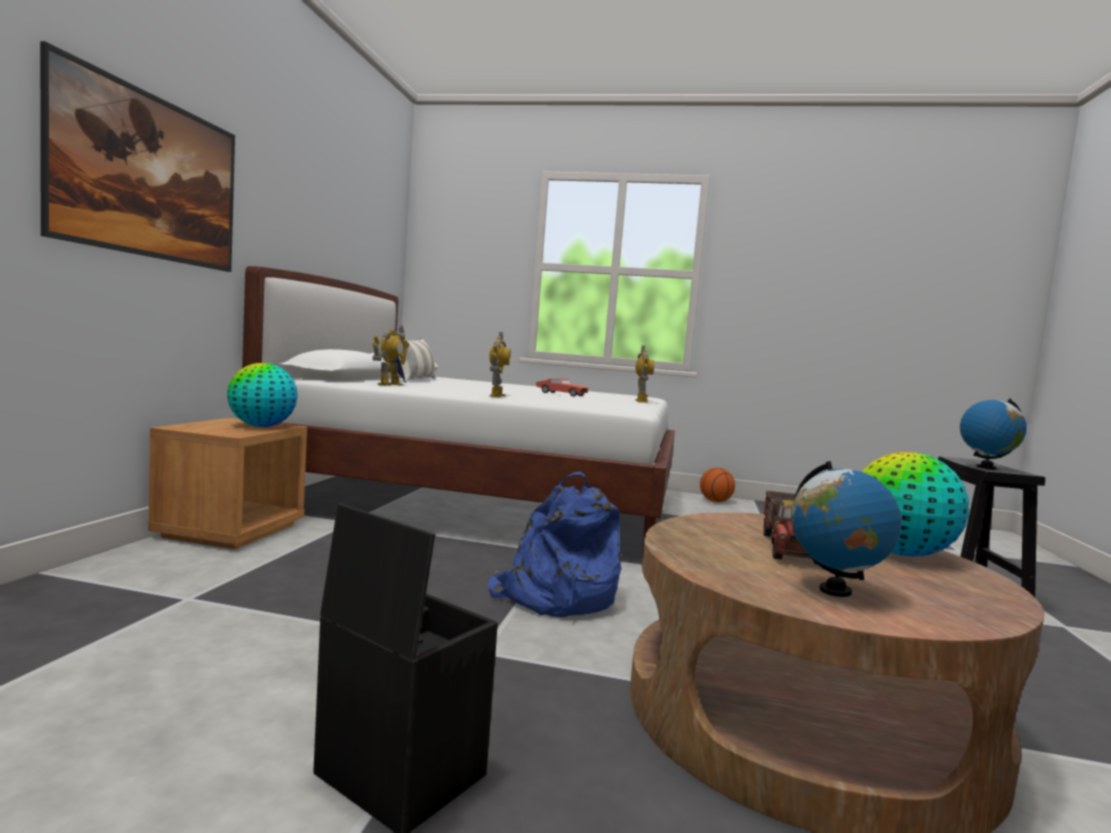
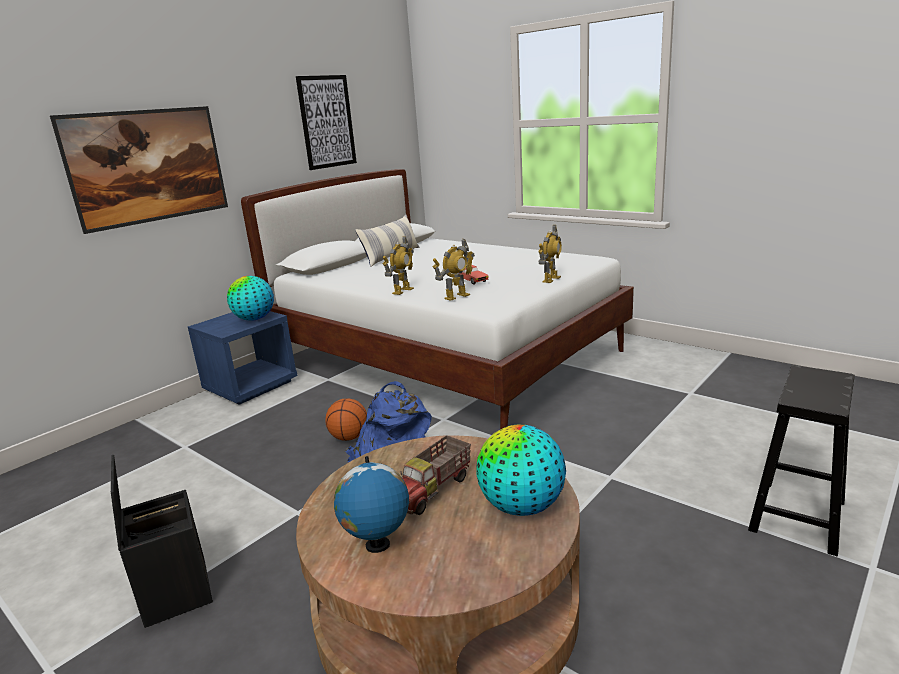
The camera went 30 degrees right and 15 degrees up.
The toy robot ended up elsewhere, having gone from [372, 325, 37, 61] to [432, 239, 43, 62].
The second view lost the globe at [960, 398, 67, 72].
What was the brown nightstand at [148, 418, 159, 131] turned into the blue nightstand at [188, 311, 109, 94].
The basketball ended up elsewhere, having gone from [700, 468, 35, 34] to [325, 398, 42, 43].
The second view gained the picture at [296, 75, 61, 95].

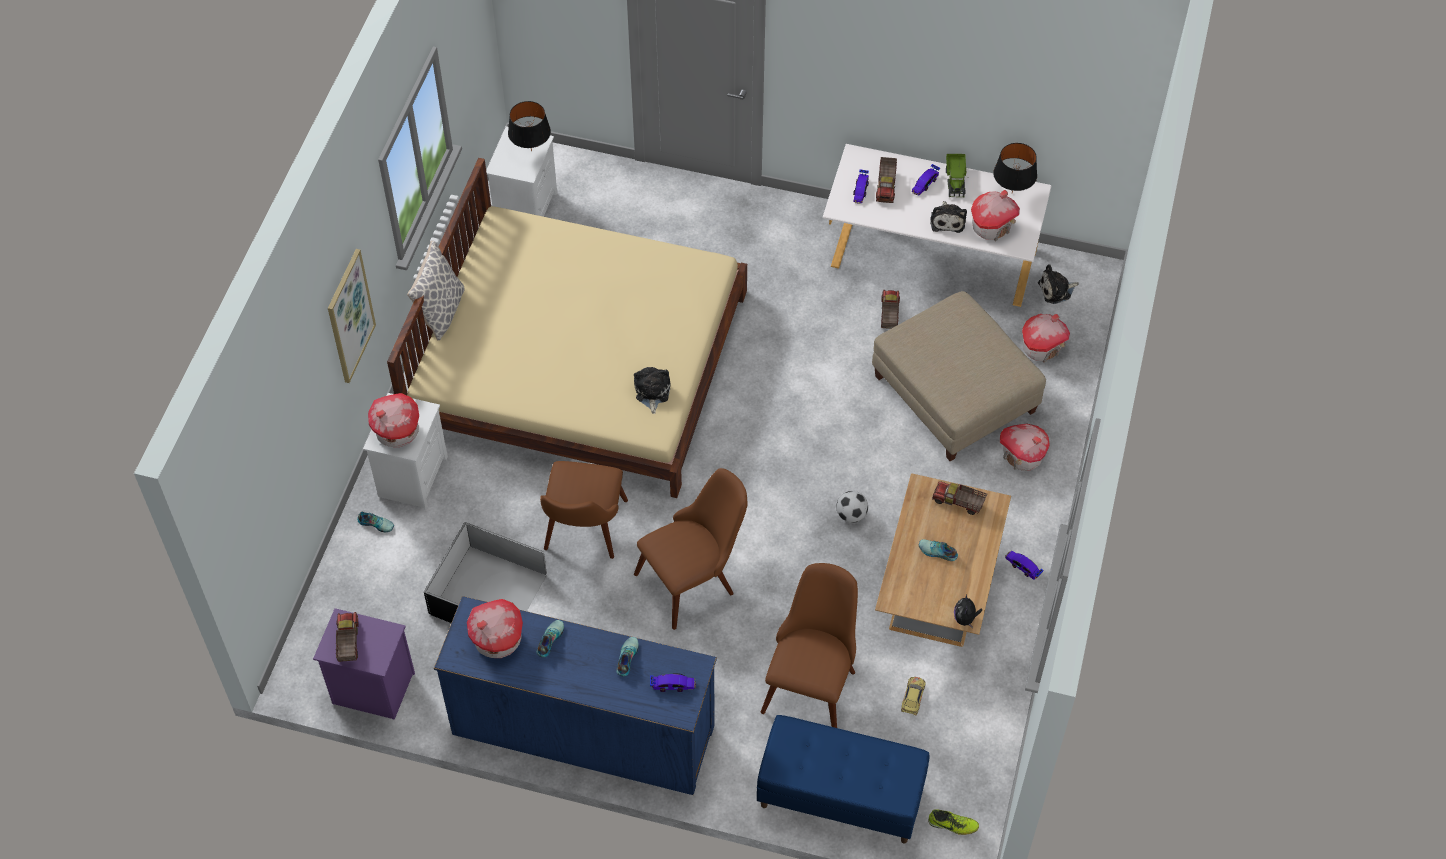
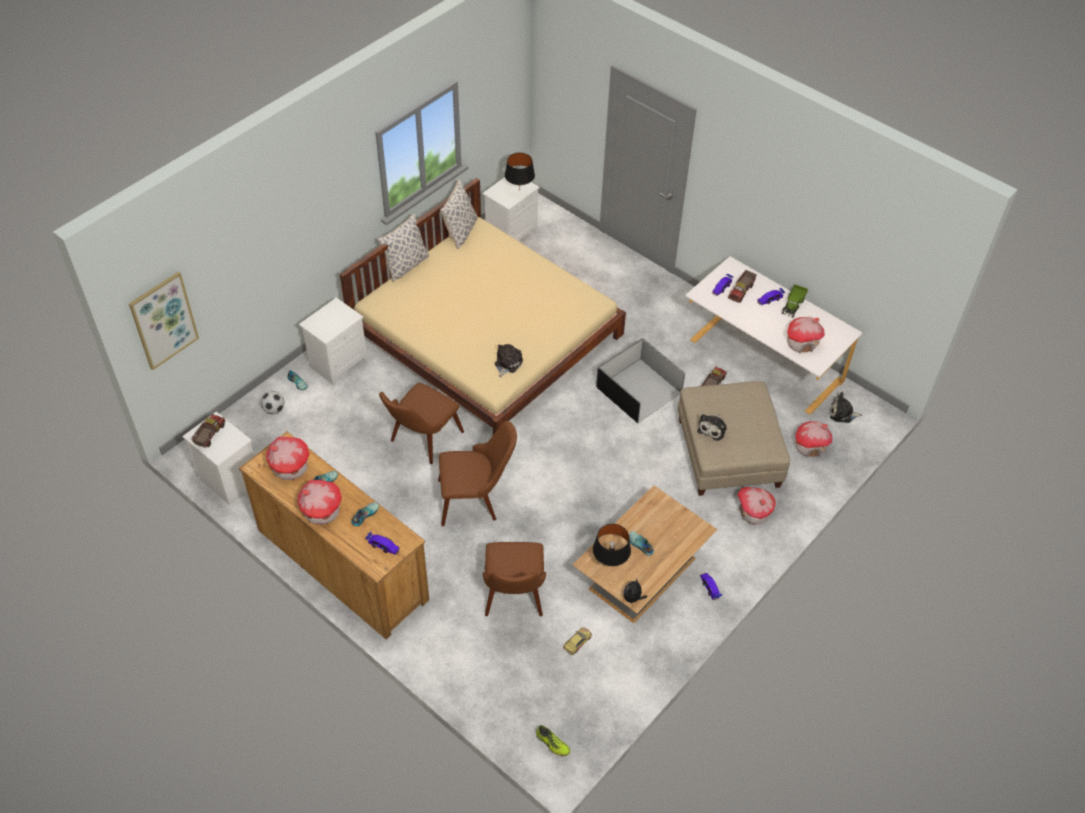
The camera went 25 degrees right and 5 degrees down.
The black table lamp ended up elsewhere, having gone from [993, 143, 44, 50] to [593, 524, 38, 42].
The plush toy ended up elsewhere, having gone from [930, 201, 37, 32] to [697, 414, 30, 27].
The picture ended up elsewhere, having gone from [328, 249, 48, 134] to [129, 272, 70, 98].
The toy house ended up elsewhere, having gone from [368, 393, 51, 54] to [298, 480, 44, 45].
The second view lost the toy truck at [932, 481, 55, 34].
The football ended up elsewhere, having gone from [836, 491, 32, 32] to [261, 391, 23, 23].
The black storage box ended up elsewhere, having gone from [424, 522, 123, 101] to [596, 338, 89, 85].
The brown chair at [761, 563, 97, 165] ended up facing another way, 135 degrees clockwise from before.
What was the blue dresser at [434, 596, 283, 199] turned into the brown dresser at [239, 432, 190, 207].
What was the purple nightstand at [313, 608, 102, 112] turned into the white nightstand at [182, 412, 72, 93].
The second view lost the blue bench at [757, 715, 173, 129].
The second view gained the pillow at [440, 180, 38, 69].

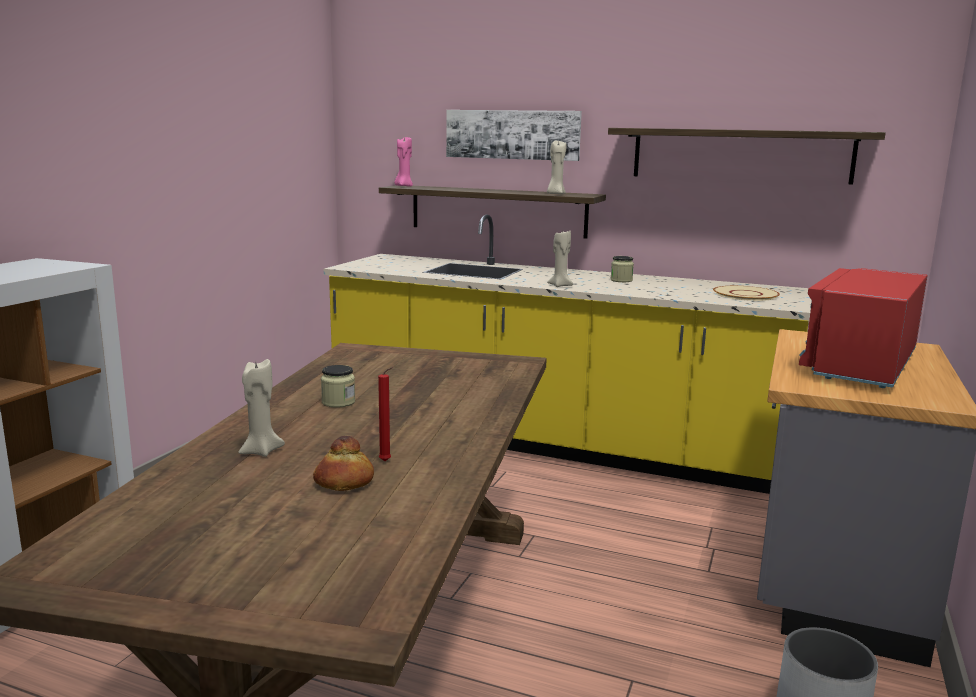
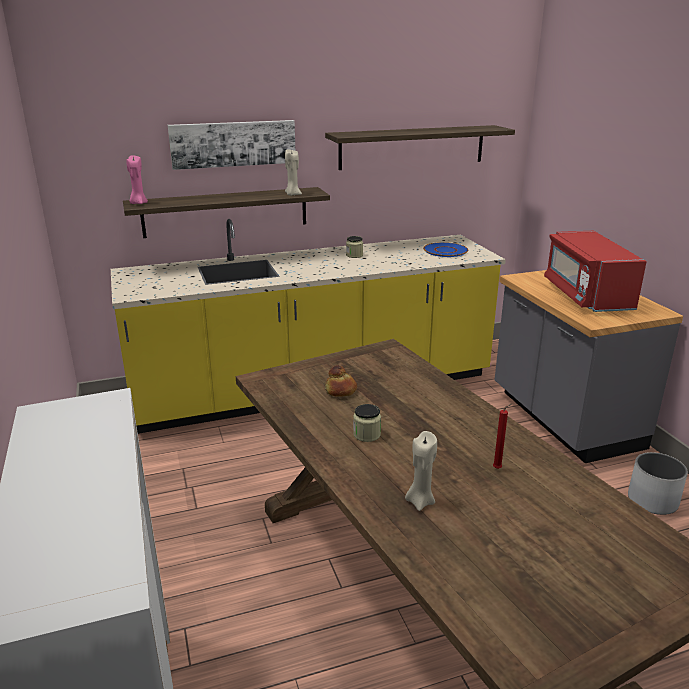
The camera went 40 degrees left and 10 degrees up.
The second view lost the beige candle at [547, 229, 26, 58].
What was the beige plate at [713, 286, 67, 15] turned into the blue plate at [423, 242, 45, 15].
The bread ended up elsewhere, having gone from [313, 436, 61, 55] to [325, 365, 32, 32].

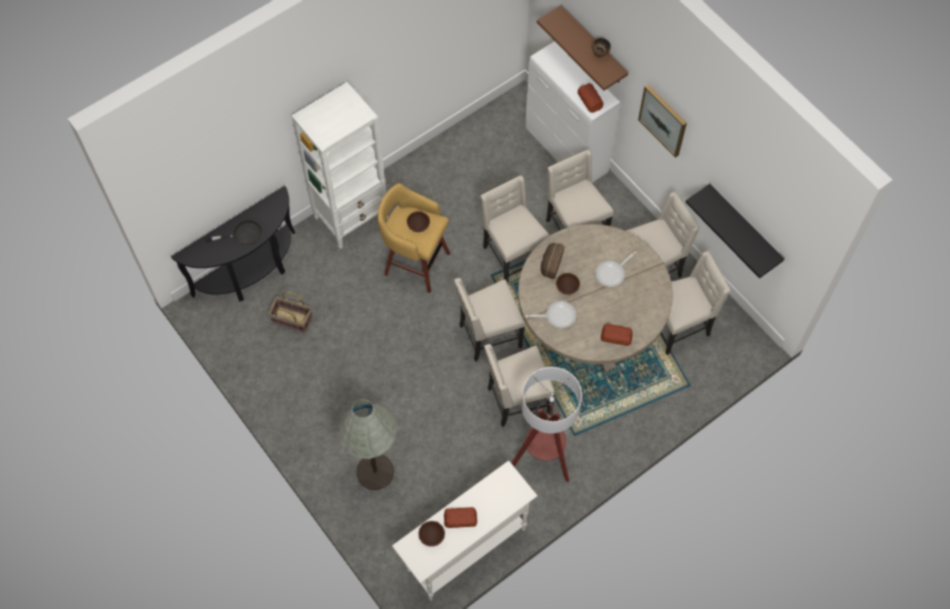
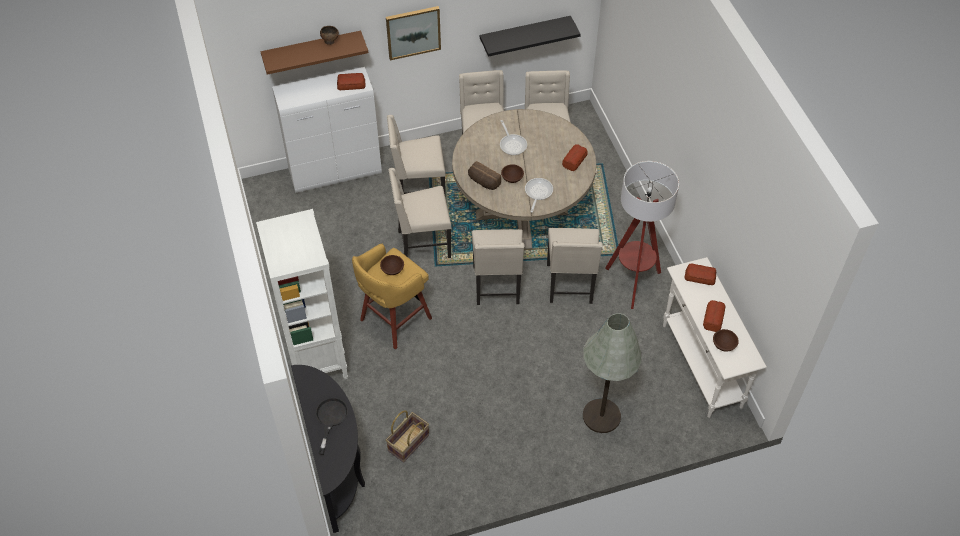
The camera went 70 degrees left and 10 degrees down.
The second view gained the bread at [684, 264, 32, 21].

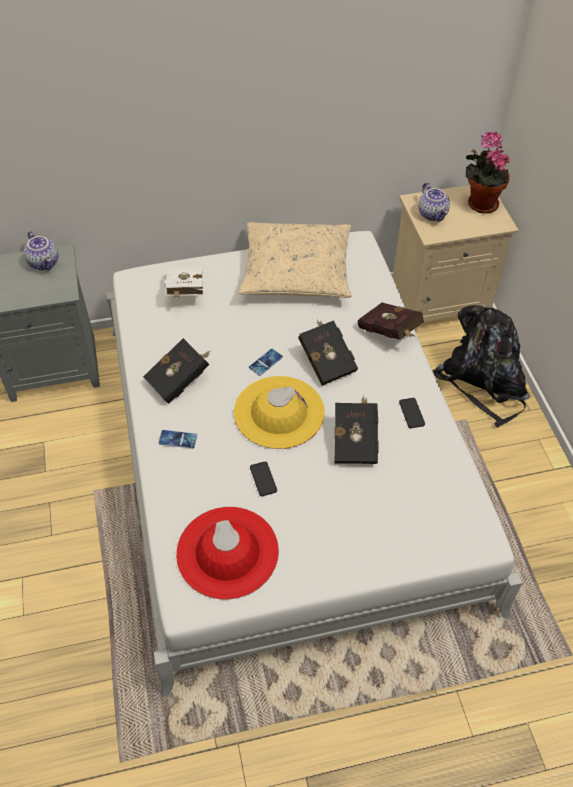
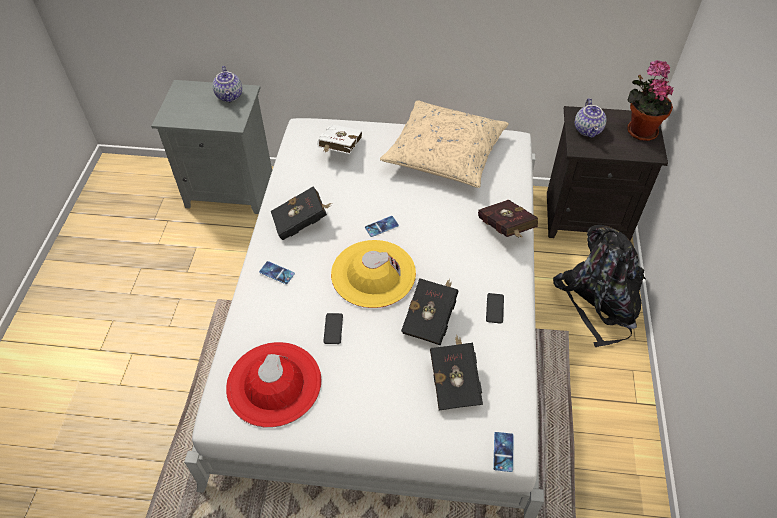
The camera went 20 degrees right and 0 degrees up.
What was the beige nightstand at [393, 185, 126, 147] turned into the black nightstand at [547, 106, 121, 135].
The black book ended up elsewhere, having gone from [298, 319, 60, 67] to [430, 336, 53, 74].
The second view gained the phone at [493, 432, 21, 40].

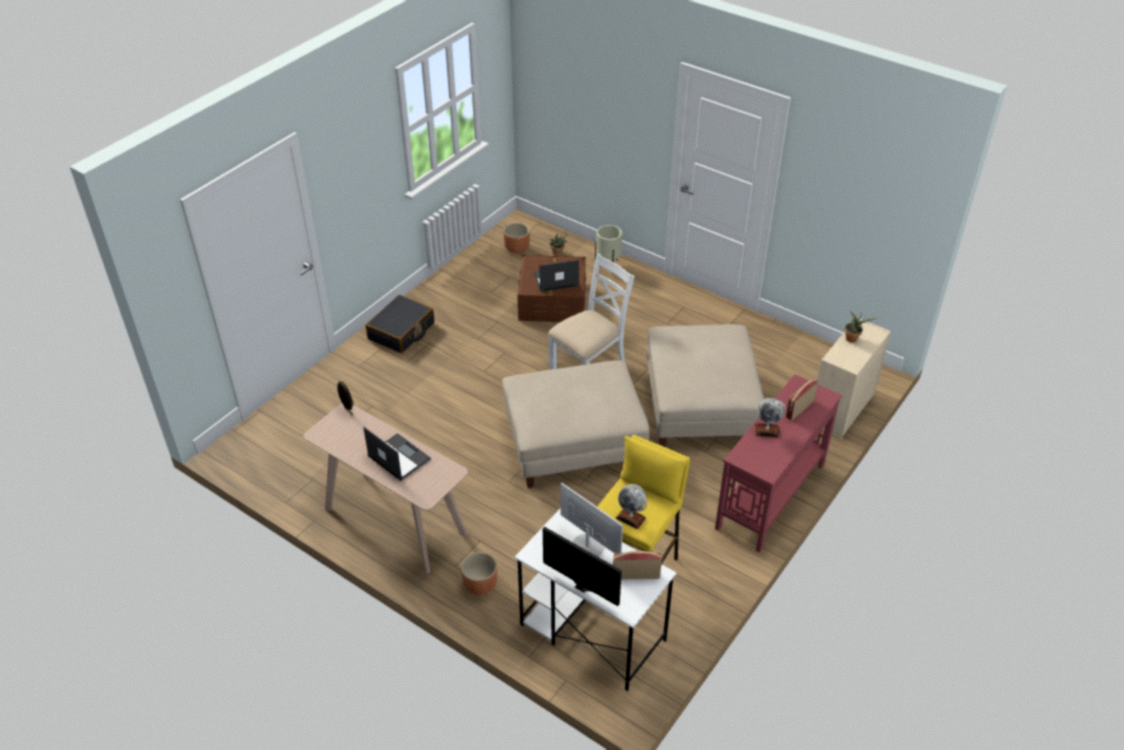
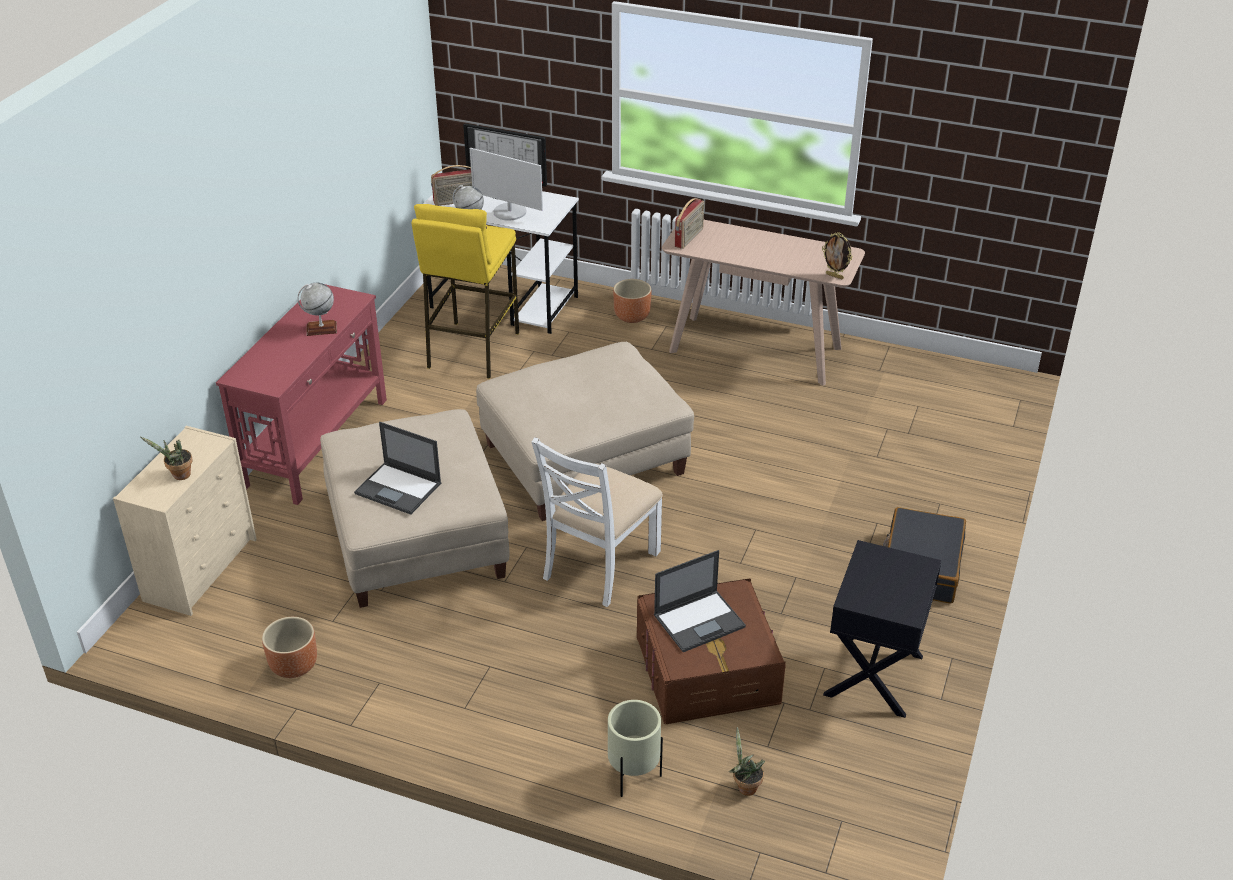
The camera went 165 degrees right and 5 degrees down.
The brown planter ended up elsewhere, having gone from [503, 223, 27, 31] to [262, 617, 55, 61].
The radio ended up elsewhere, having gone from [785, 378, 33, 43] to [675, 198, 29, 51].
The laptop ended up elsewhere, having gone from [363, 427, 68, 54] to [354, 422, 88, 93].
The second view gained the black nightstand at [823, 540, 119, 178].

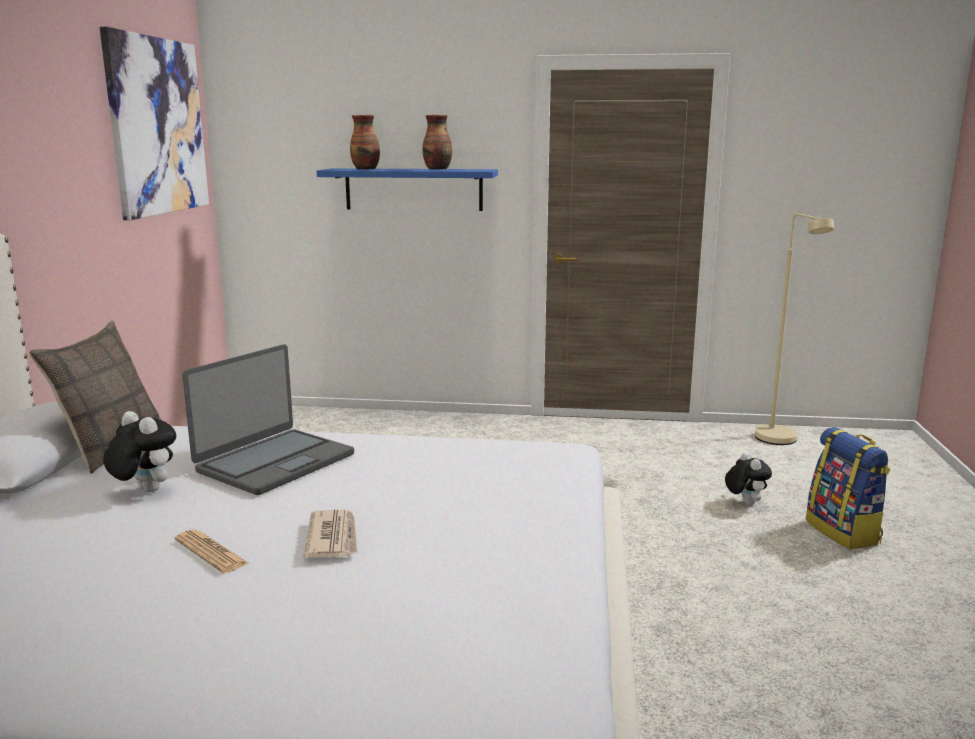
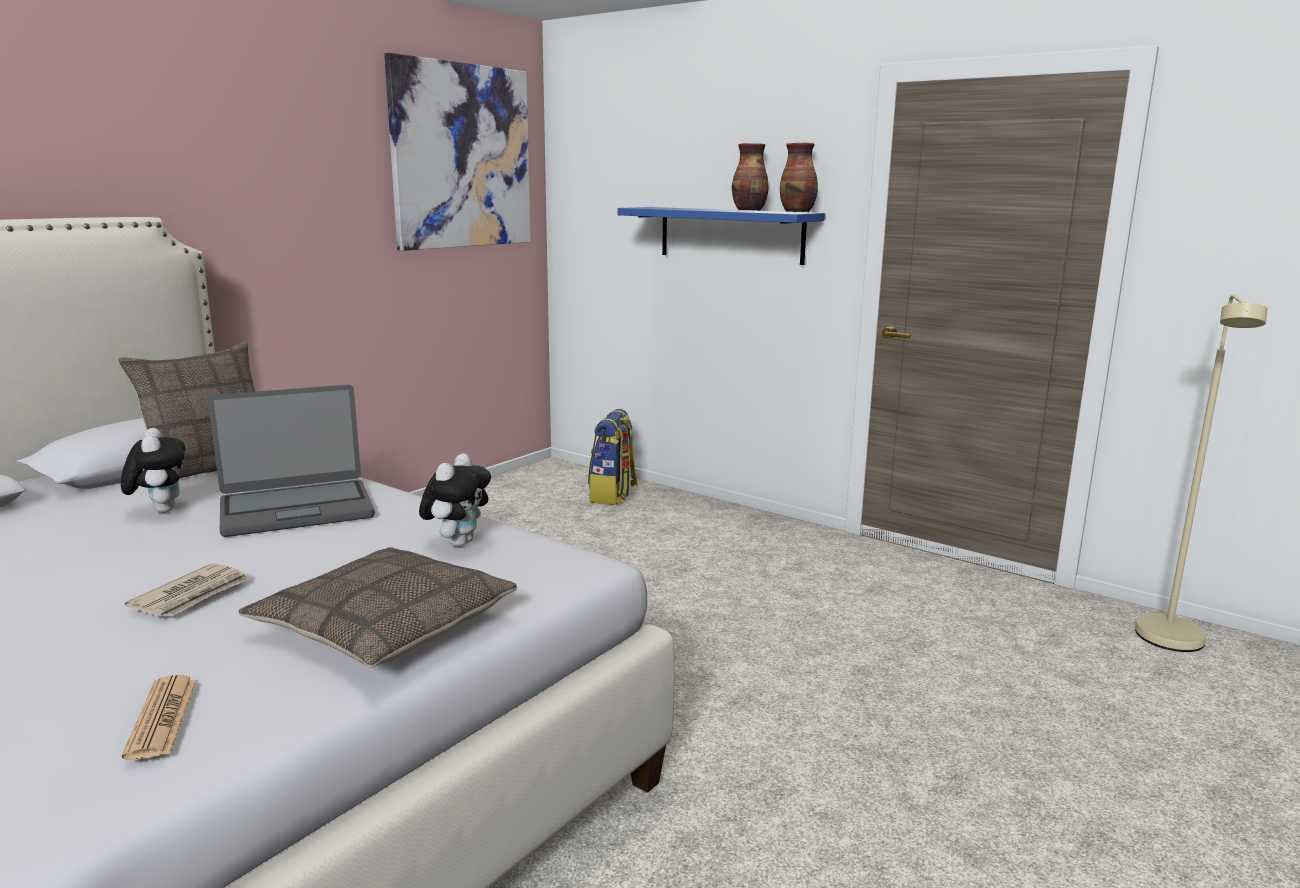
The camera went 30 degrees right and 0 degrees up.
The vase ended up elsewhere, having gone from [350, 115, 30, 55] to [780, 143, 38, 69].
The backpack ended up elsewhere, having gone from [806, 427, 84, 122] to [588, 409, 50, 96].
The plush toy ended up elsewhere, having gone from [725, 452, 47, 53] to [419, 453, 72, 94].
The newspaper ended up elsewhere, having gone from [175, 529, 74, 44] to [122, 675, 75, 85].
The second view gained the pillow at [238, 547, 279, 121].

